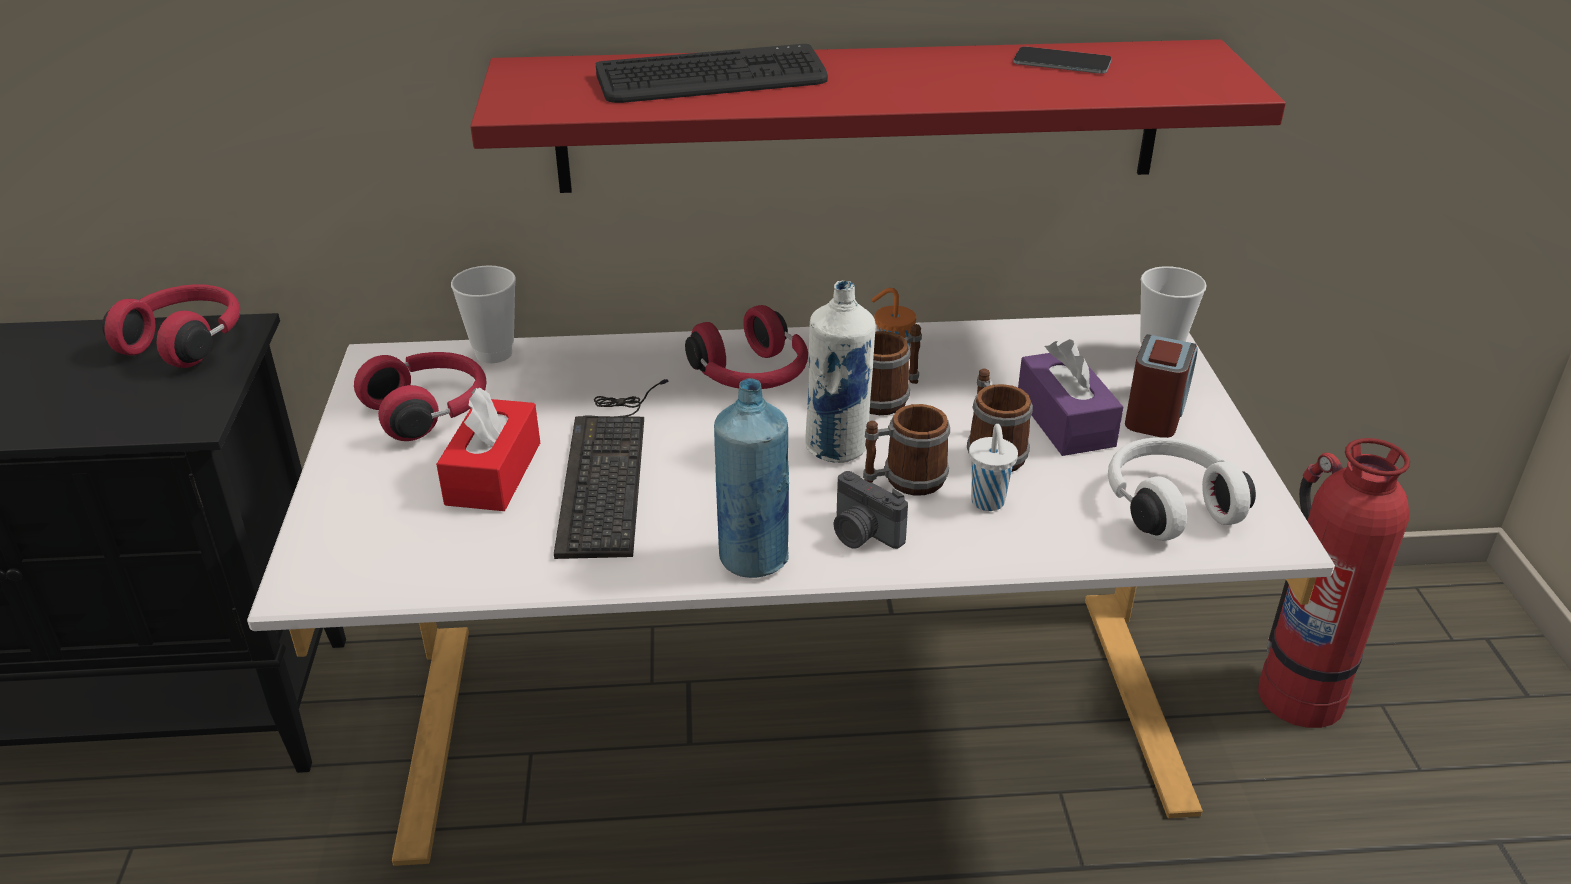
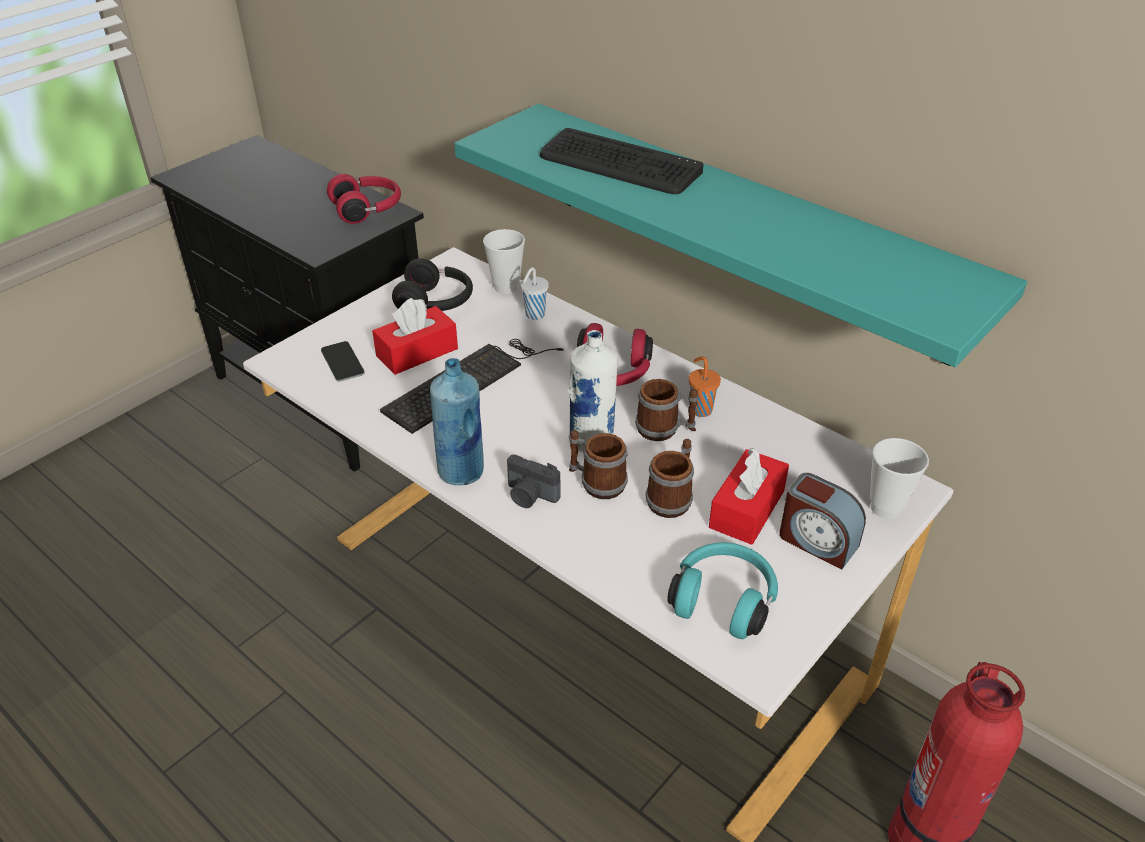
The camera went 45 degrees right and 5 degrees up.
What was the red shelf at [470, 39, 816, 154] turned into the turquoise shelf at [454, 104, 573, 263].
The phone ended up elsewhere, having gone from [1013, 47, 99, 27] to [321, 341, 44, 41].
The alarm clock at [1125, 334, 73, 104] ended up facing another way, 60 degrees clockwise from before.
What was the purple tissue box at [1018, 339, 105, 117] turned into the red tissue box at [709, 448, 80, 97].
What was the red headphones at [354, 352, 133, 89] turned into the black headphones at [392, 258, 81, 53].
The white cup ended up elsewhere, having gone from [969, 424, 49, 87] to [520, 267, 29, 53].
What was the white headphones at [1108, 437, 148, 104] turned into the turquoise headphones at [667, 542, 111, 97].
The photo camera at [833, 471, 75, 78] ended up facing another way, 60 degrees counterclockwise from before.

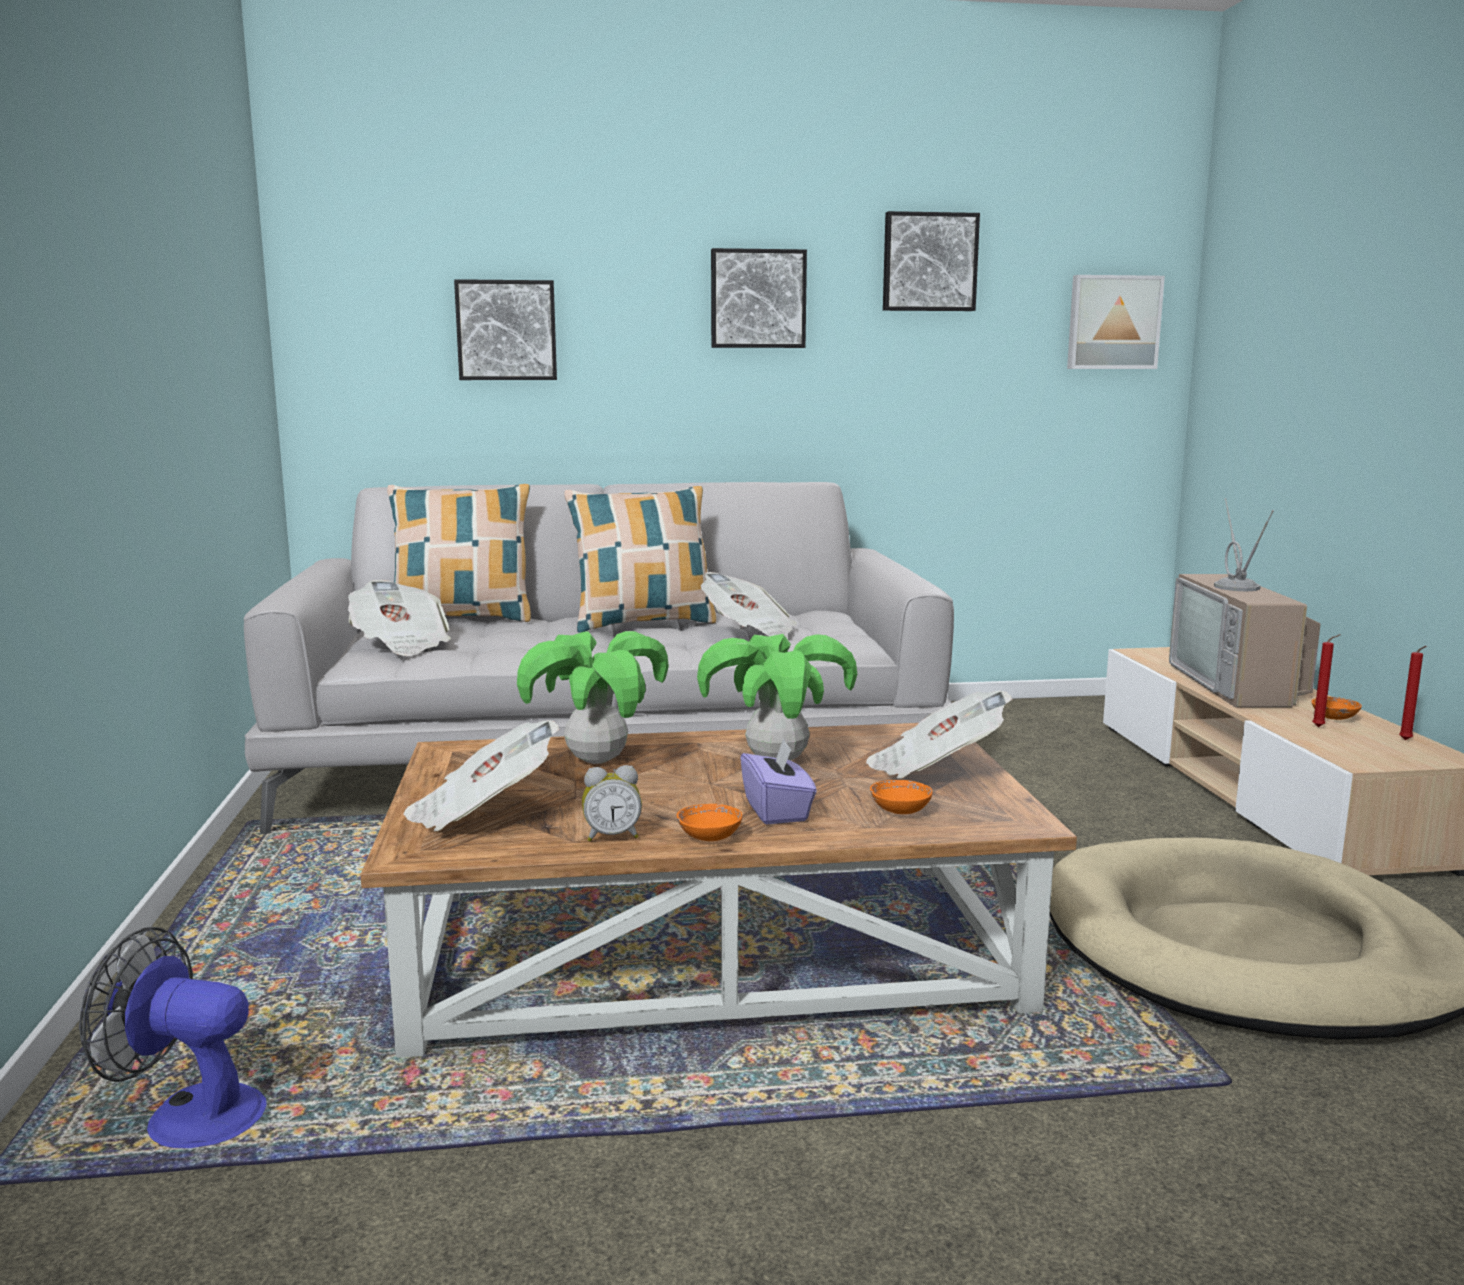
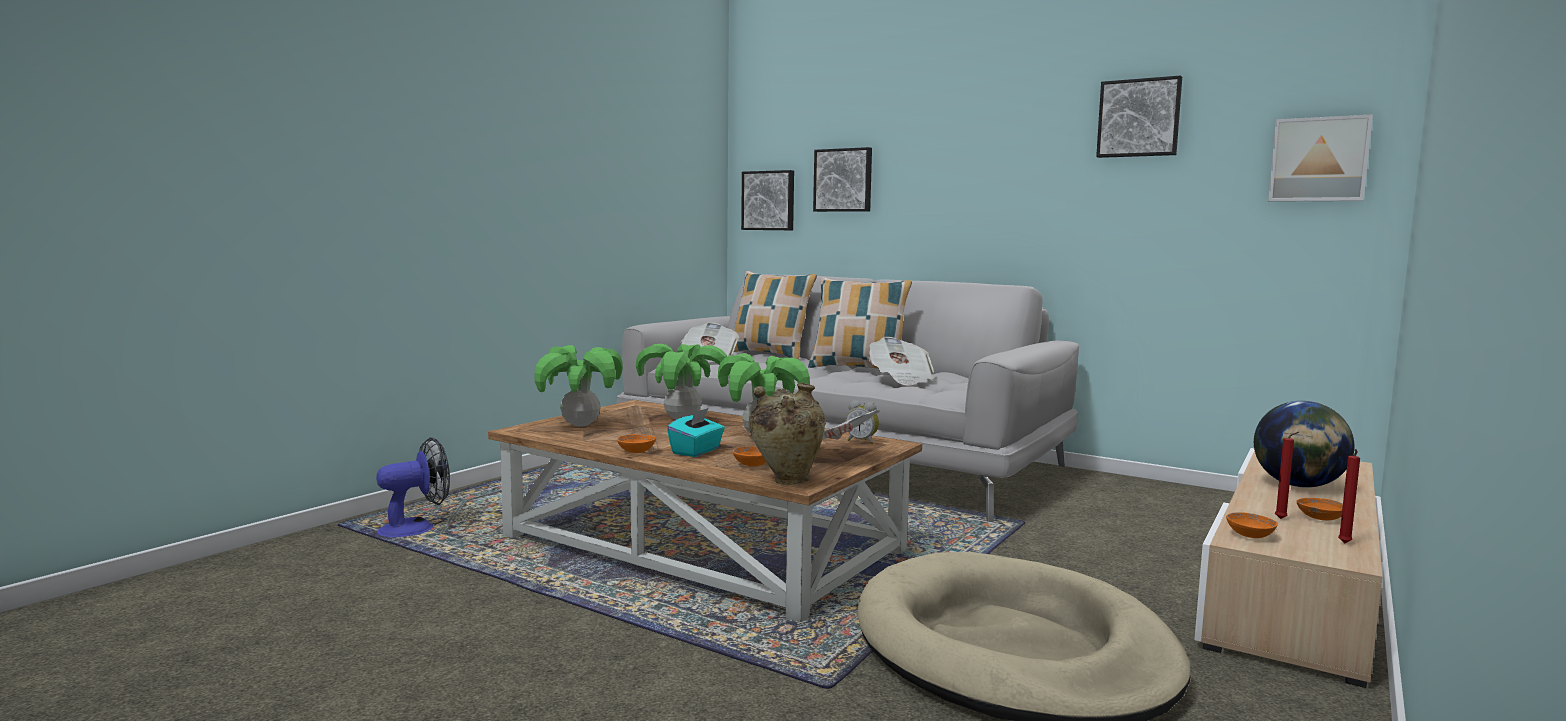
The camera went 40 degrees right and 5 degrees down.
The picture ended up elsewhere, having gone from [711, 248, 96, 100] to [741, 170, 53, 60].
Where the television stood at [1169, 498, 152, 210], the globe came to stand at [1254, 401, 101, 87].
Where the newspaper stood at [403, 720, 156, 111], the potted plant came to stand at [534, 345, 89, 82].
What was the purple tissue box at [740, 738, 77, 86] turned into the turquoise tissue box at [667, 408, 58, 49].
The alarm clock ended up elsewhere, having gone from [582, 765, 60, 76] to [845, 400, 34, 44].
The fan at [79, 927, 188, 221] ended up facing another way, 90 degrees clockwise from before.
The second view gained the beige vase at [748, 383, 78, 102].
The second view gained the orange bowl at [1226, 512, 51, 26].

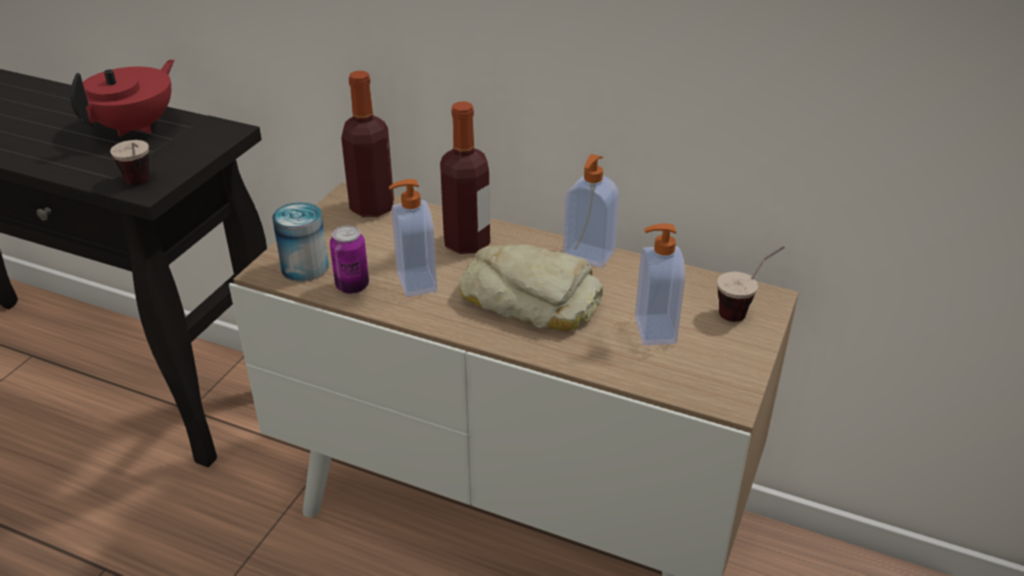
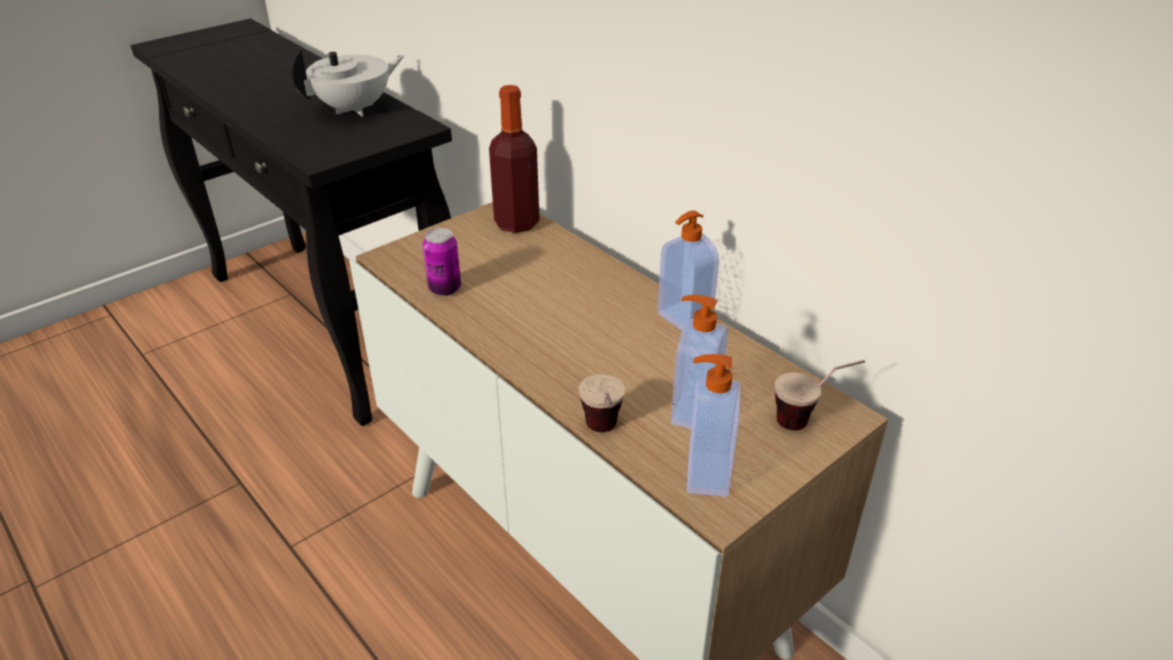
The camera went 25 degrees right and 0 degrees up.
What was the red teapot at [71, 59, 103, 78] turned into the white teapot at [291, 49, 113, 68].
The second view lost the bottle at [440, 101, 50, 153].
The cup ended up elsewhere, having gone from [110, 140, 40, 45] to [579, 374, 46, 58].
The soap dispenser ended up elsewhere, having gone from [389, 179, 48, 118] to [687, 354, 53, 143].
The second view lost the can at [272, 202, 57, 80].
The second view lost the bread at [459, 244, 144, 87].

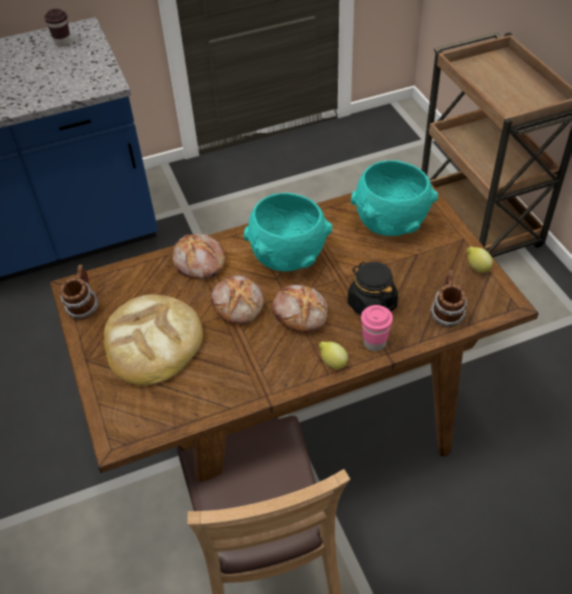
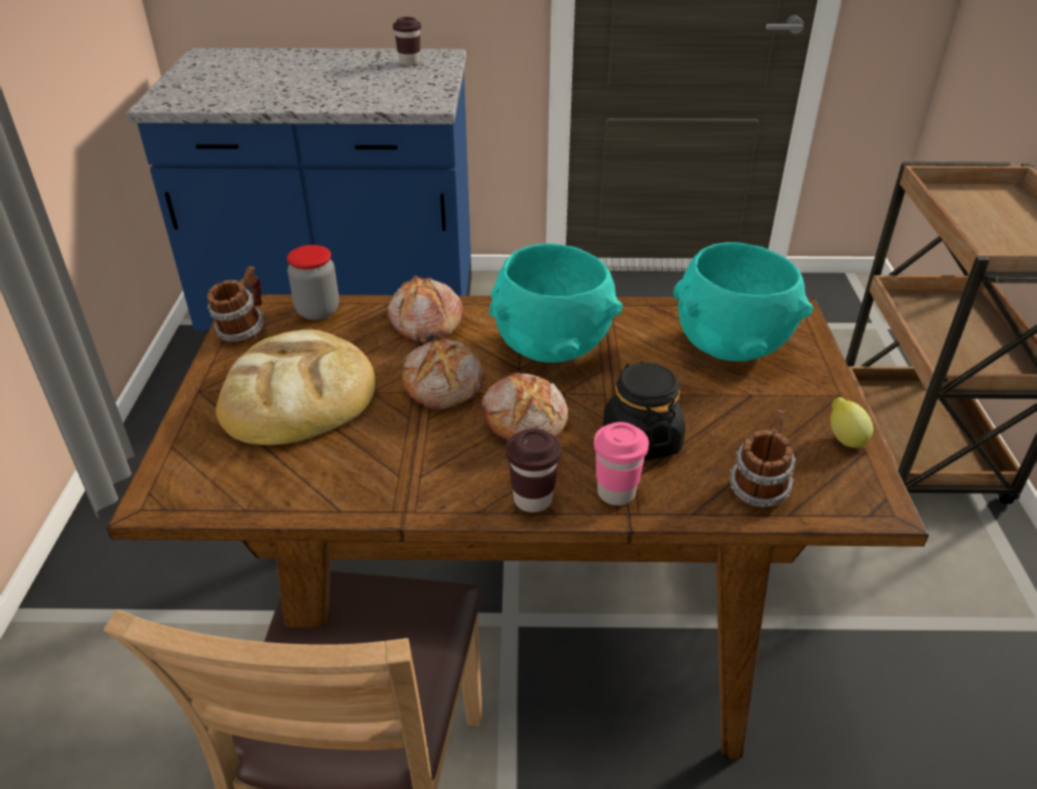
The camera went 20 degrees right and 10 degrees down.
Where the lemon stood at [319, 341, 29, 28], the brown cup came to stand at [506, 428, 55, 84].
The second view gained the jar at [287, 245, 52, 75].

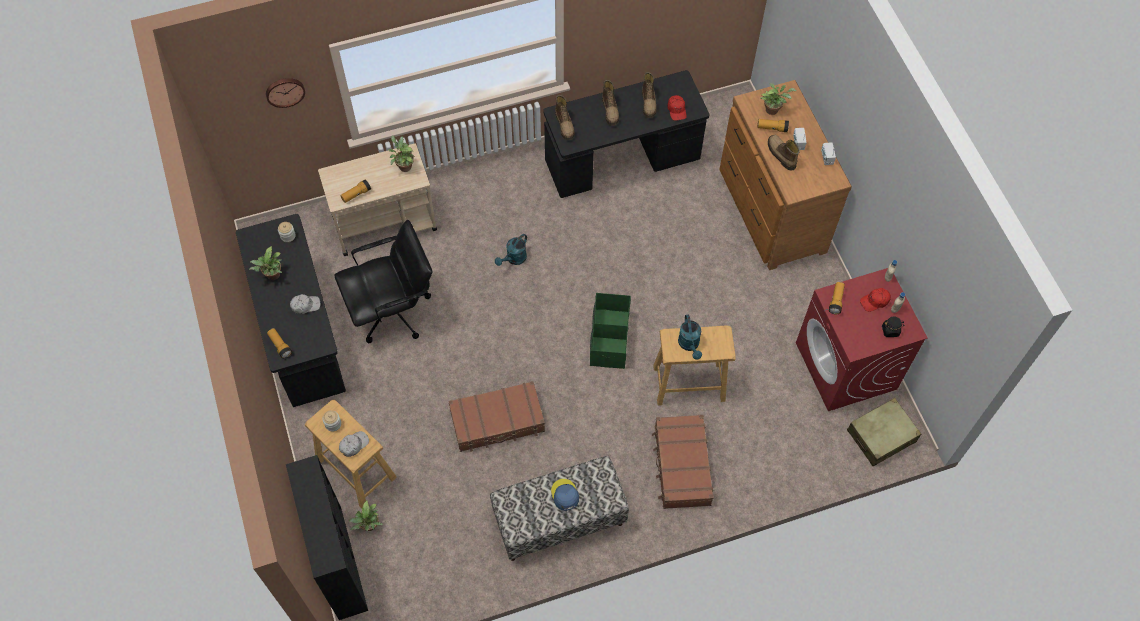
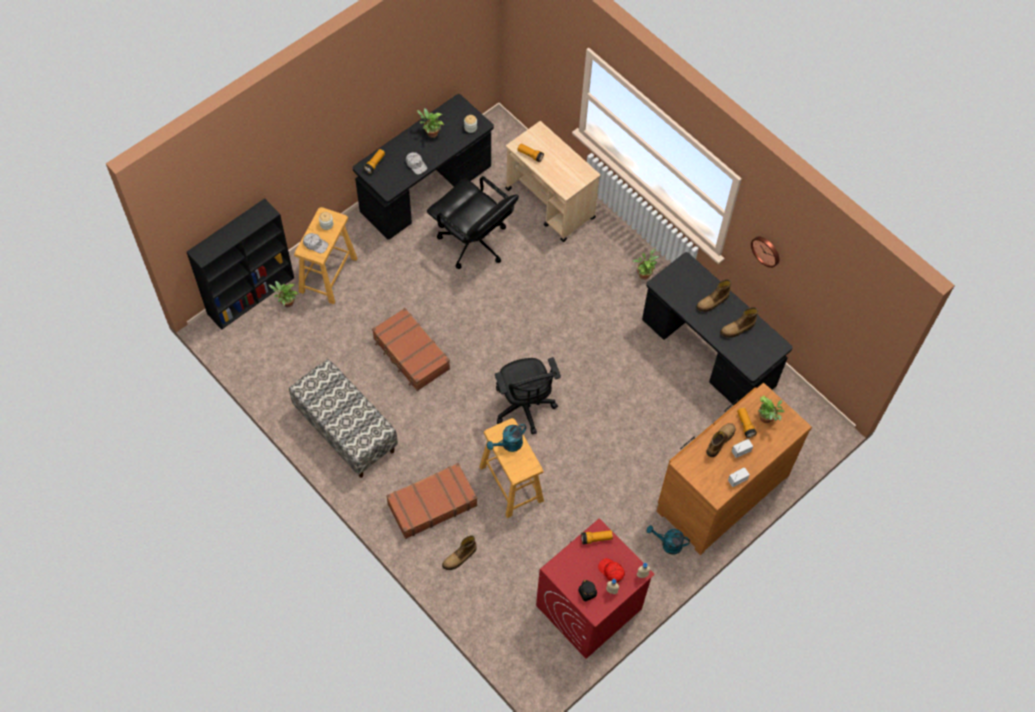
The camera went 65 degrees right and 0 degrees up.
The wall clock ended up elsewhere, having gone from [266, 78, 39, 30] to [751, 237, 28, 31].
The boot ended up elsewhere, having gone from [555, 95, 20, 45] to [442, 535, 35, 35].
The second view lost the red cap at [667, 95, 20, 26].
The potted plant ended up elsewhere, having gone from [388, 135, 26, 37] to [632, 249, 27, 31].
The turquoise watering can ended up elsewhere, having gone from [495, 234, 32, 32] to [647, 525, 43, 30].
Where the green storage box stood at [590, 293, 41, 76], the black office chair came to stand at [495, 357, 66, 78].
The second view lost the beige suitcase at [847, 398, 74, 68].
The second view lost the blue cap at [551, 479, 28, 32].

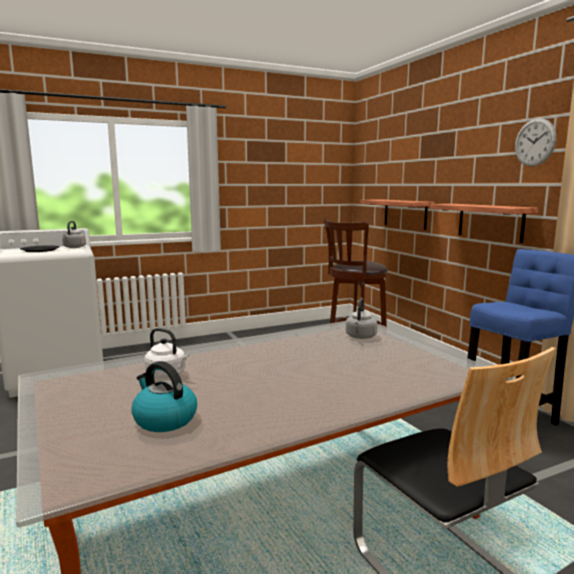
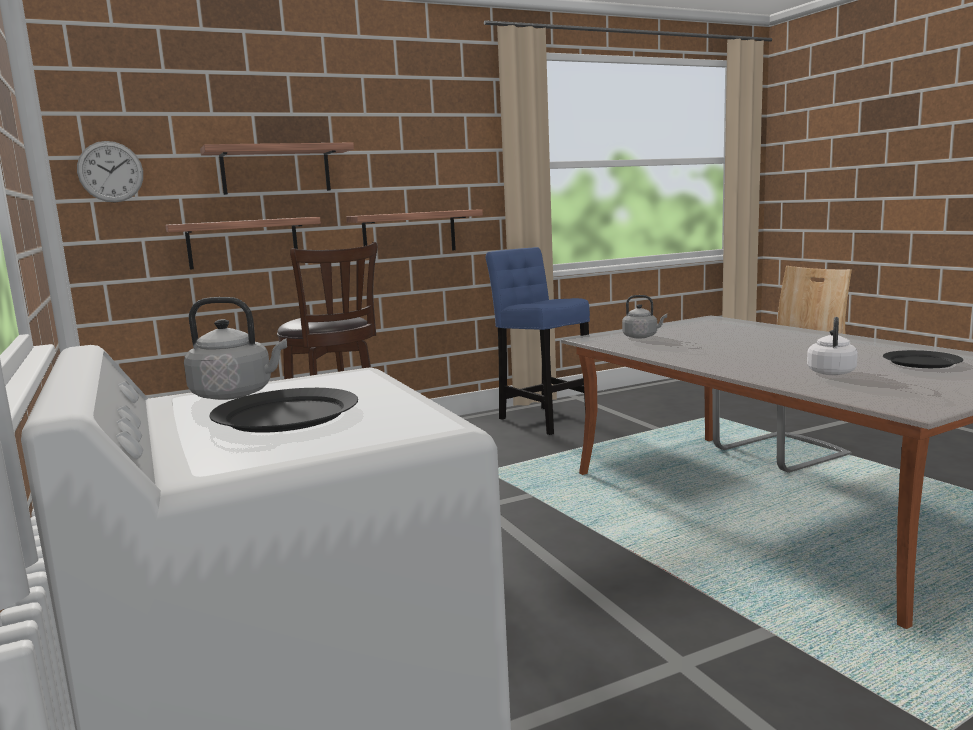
The camera went 90 degrees left and 0 degrees up.
The wall clock ended up elsewhere, having gone from [515, 118, 41, 49] to [77, 141, 66, 61].
Where the kettle stood at [131, 361, 66, 71], the black plate came to stand at [883, 350, 80, 18].
The second view gained the shelf at [200, 142, 154, 53].

